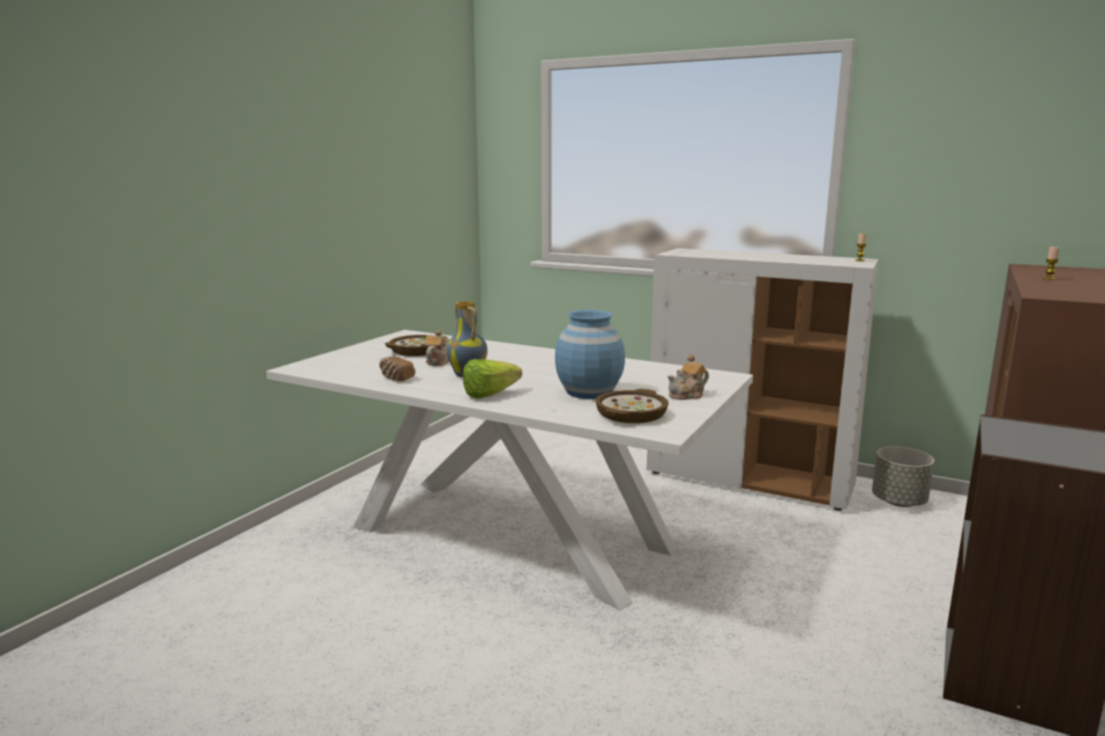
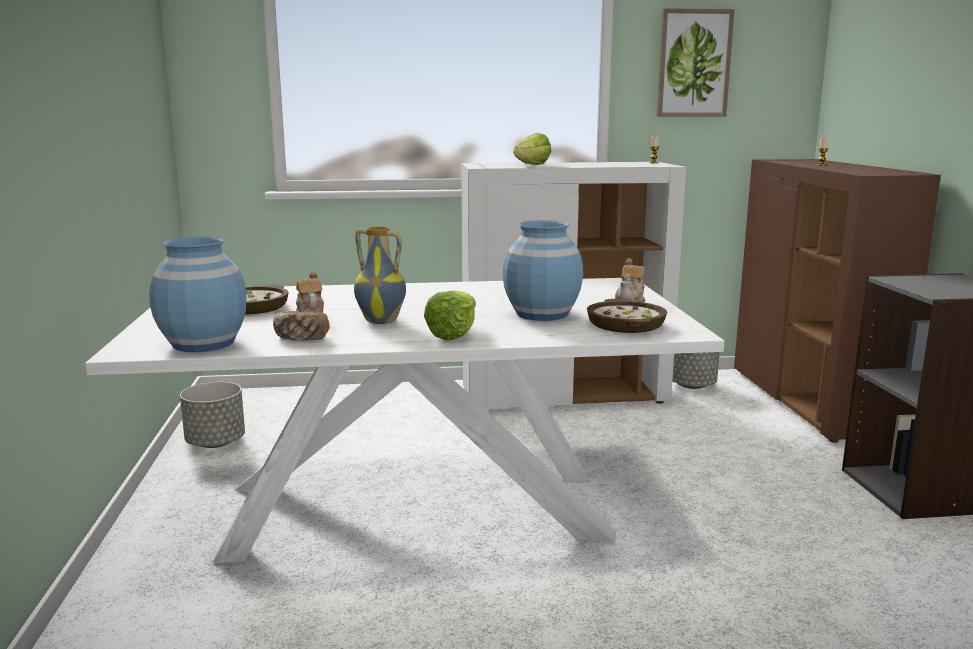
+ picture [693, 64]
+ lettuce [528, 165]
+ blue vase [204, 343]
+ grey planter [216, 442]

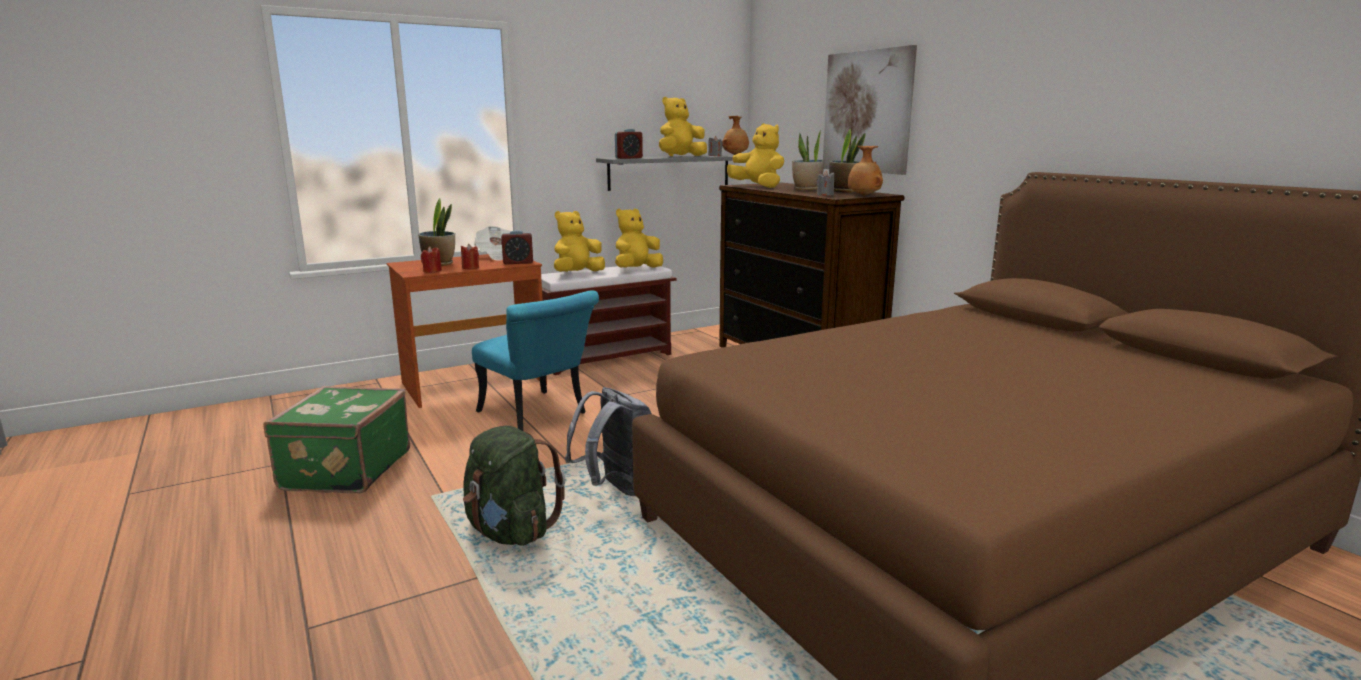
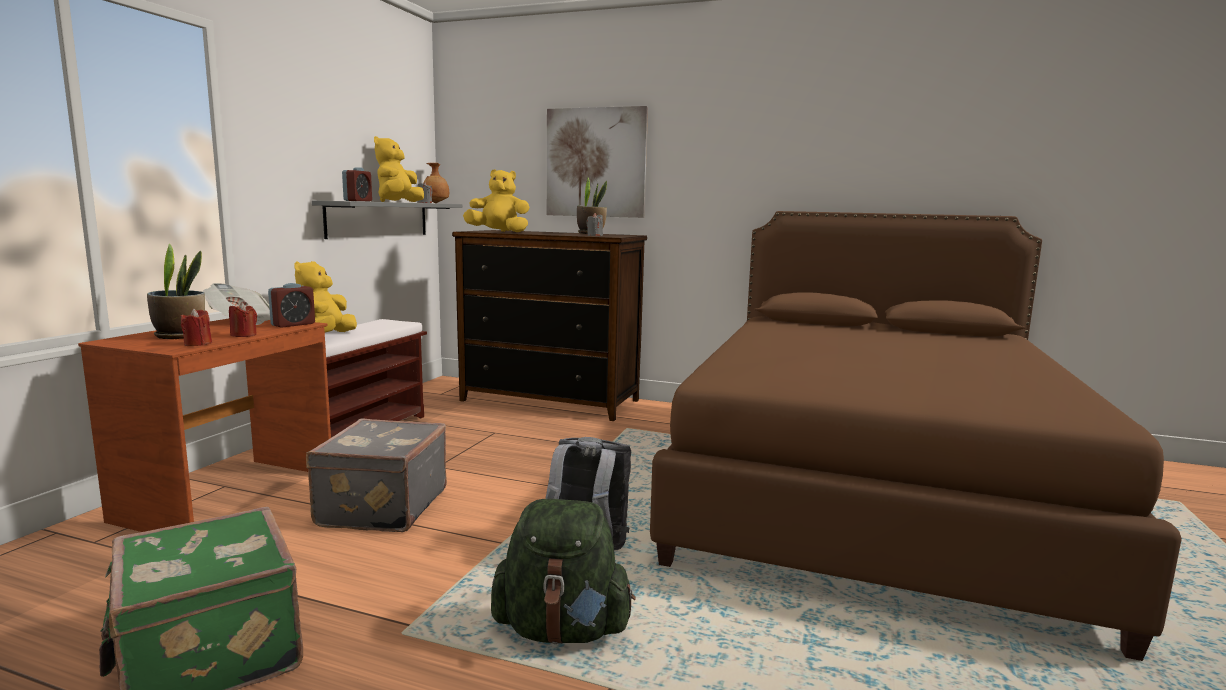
- potted plant [807, 189]
- brown vase [863, 195]
- yellow plush toy [637, 269]
~ turquoise chair [538, 415] to grey suitcase [380, 507]

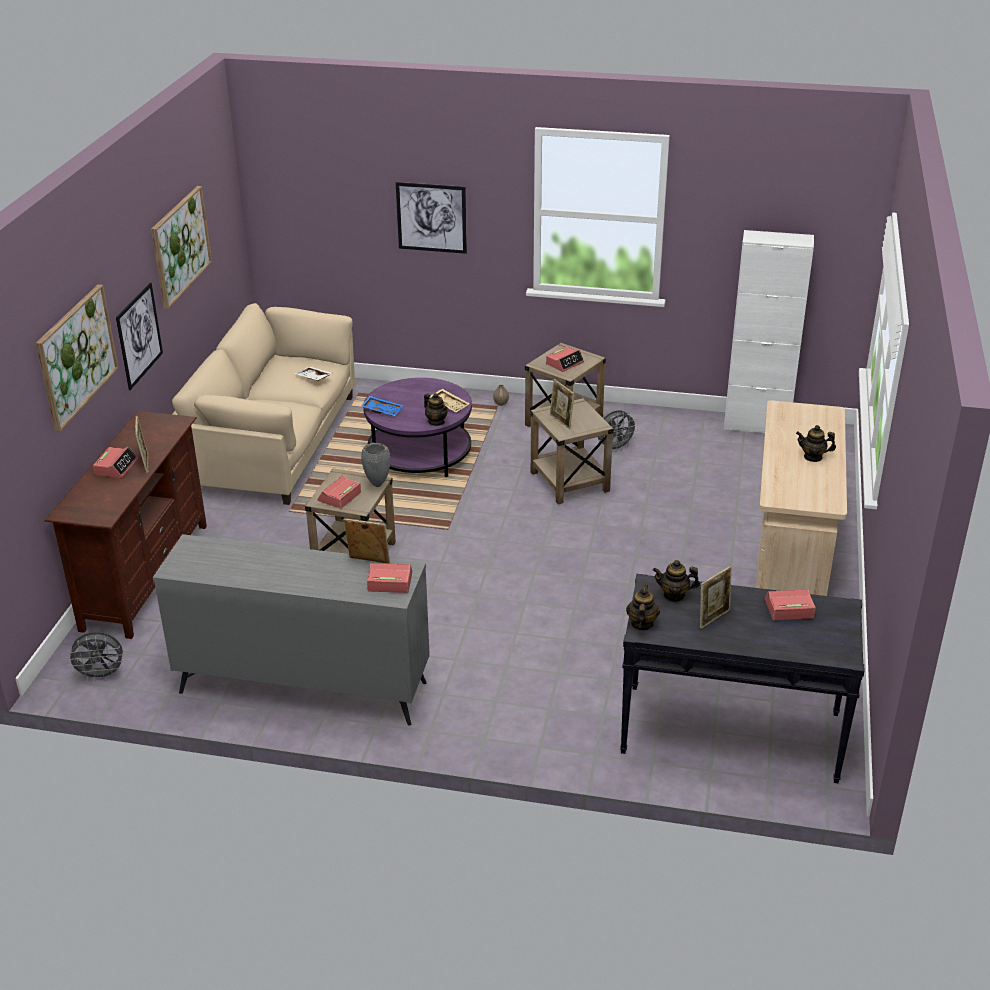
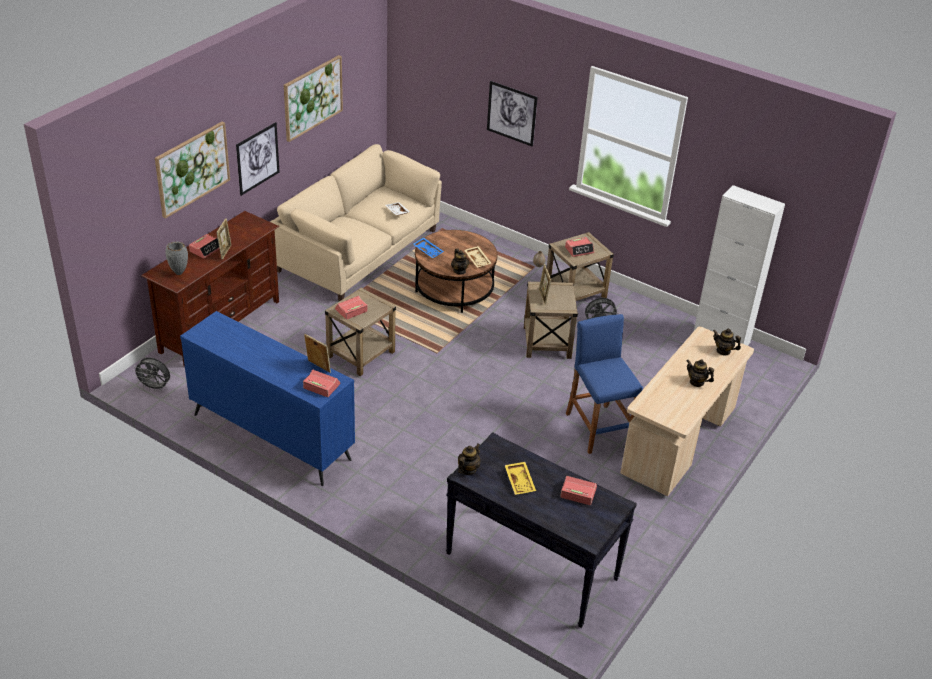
~ purple coffee table [419, 454] to brown coffee table [454, 289]
~ grey vase [378, 484] to [179, 273]
~ grey dresser [302, 686] to blue dresser [271, 436]
~ teapot [674, 595] to [723, 351]
~ picture frame [713, 618] to yellow tray [520, 481]
+ blue stool [598, 428]

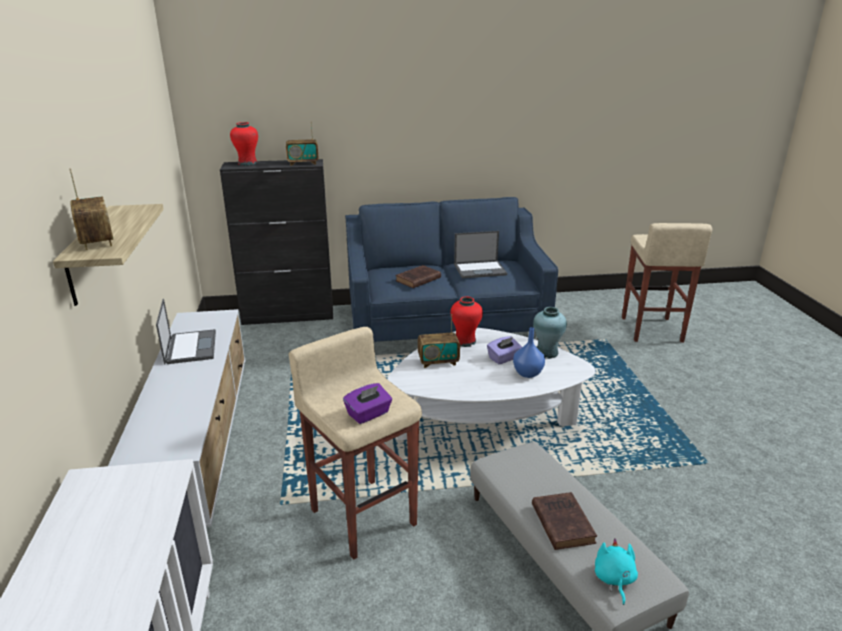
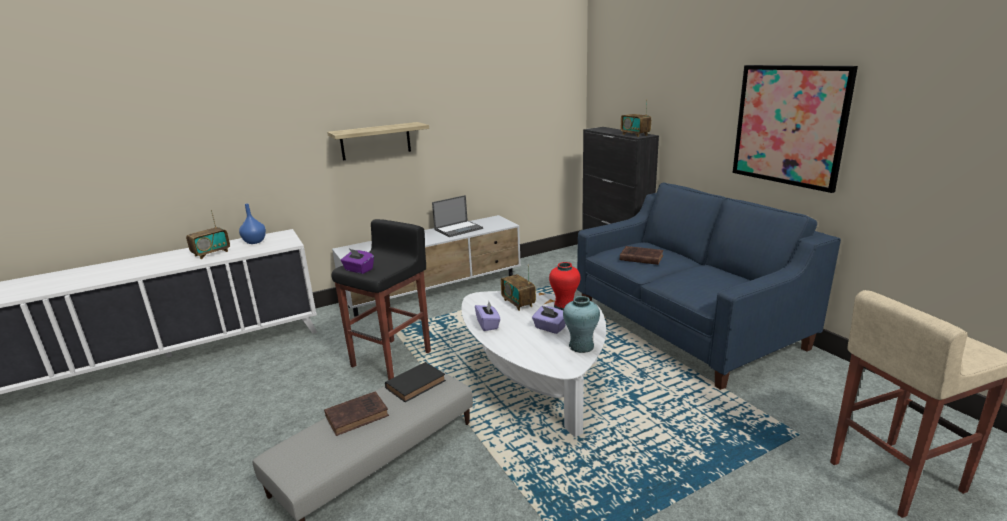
- red vase [247, 163]
~ radio [96, 241] to [211, 253]
- laptop [480, 269]
~ beige stool [363, 515] to black stool [393, 358]
~ blue vase [528, 373] to [254, 242]
- turquoise plush toy [614, 579]
+ picture [789, 125]
+ purple tissue box [488, 324]
+ black book [417, 384]

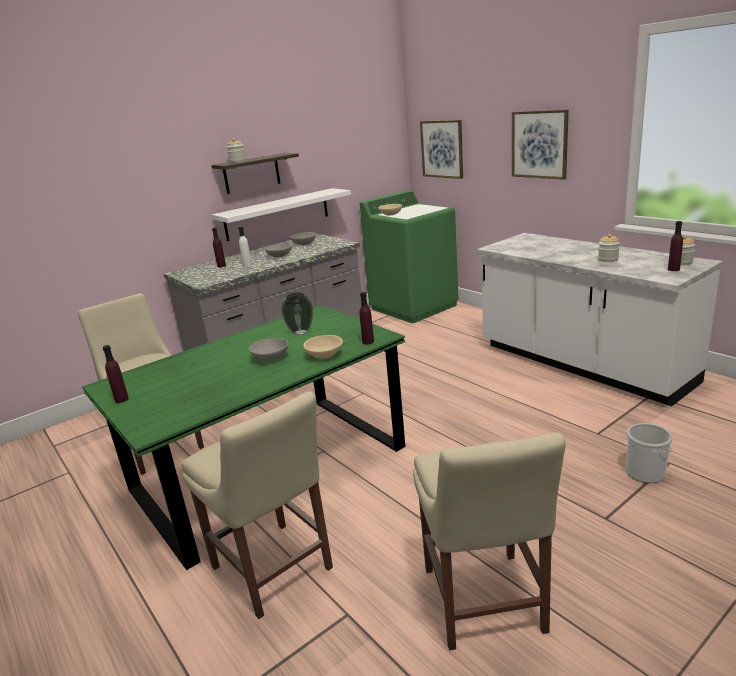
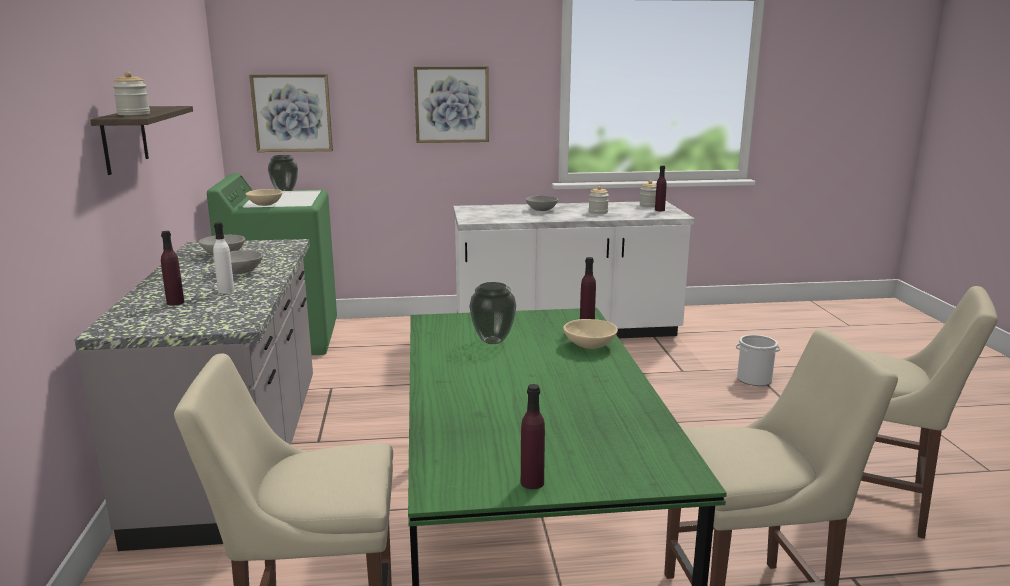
- white shelf [277, 214]
~ grey bowl [270, 358] to [542, 210]
+ vase [285, 192]

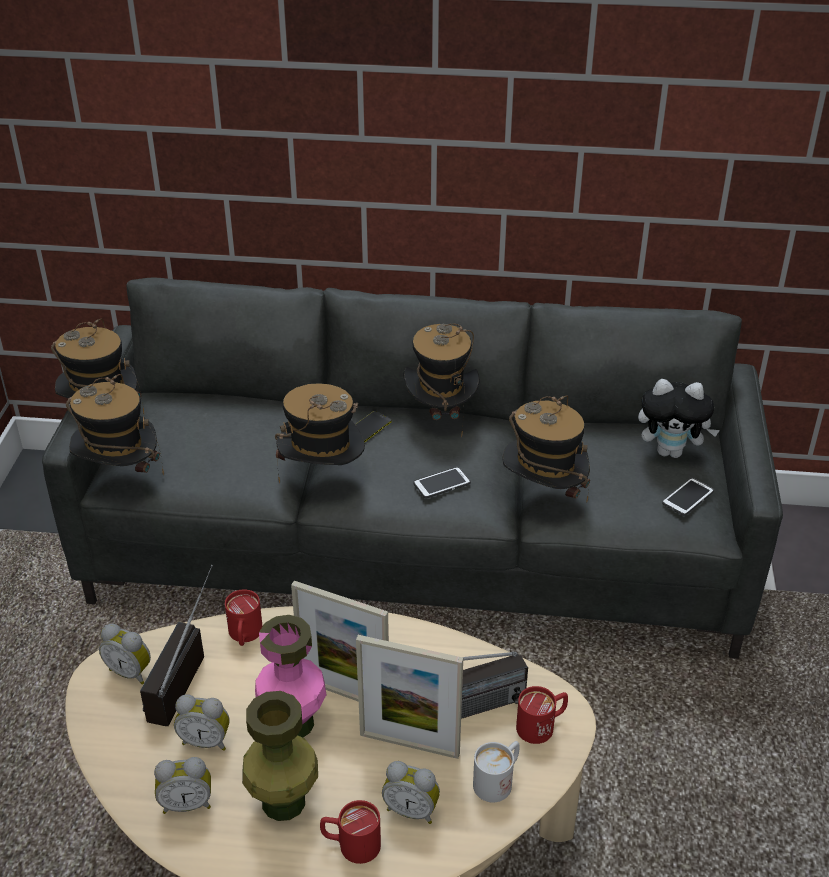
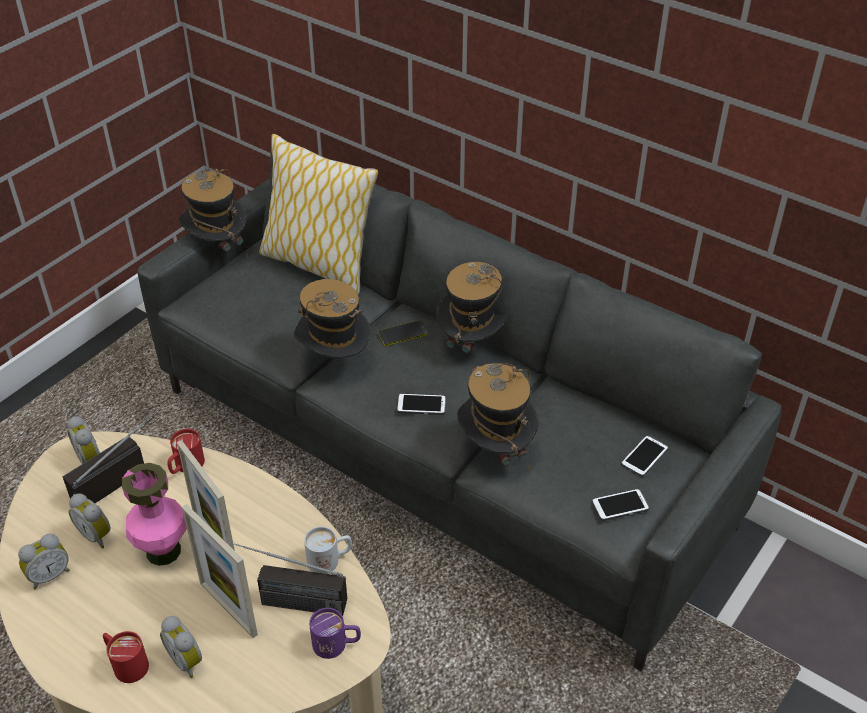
- hat [120, 476]
~ plush toy [671, 451] to phone [644, 456]
~ red mug [542, 725] to purple mug [337, 644]
- green vase [284, 801]
~ white mug [498, 780] to [330, 560]
~ alarm clock [187, 803] = [49, 575] 60 degrees counterclockwise
+ pillow [318, 264]

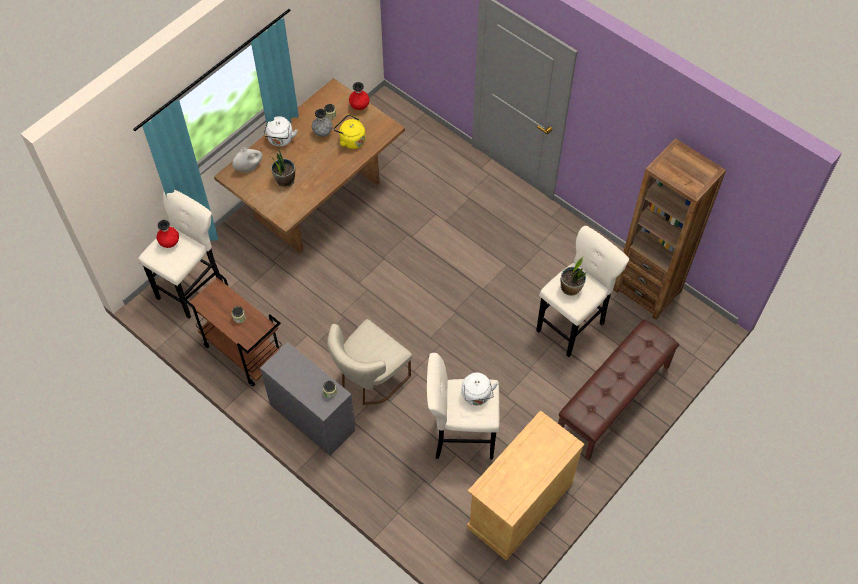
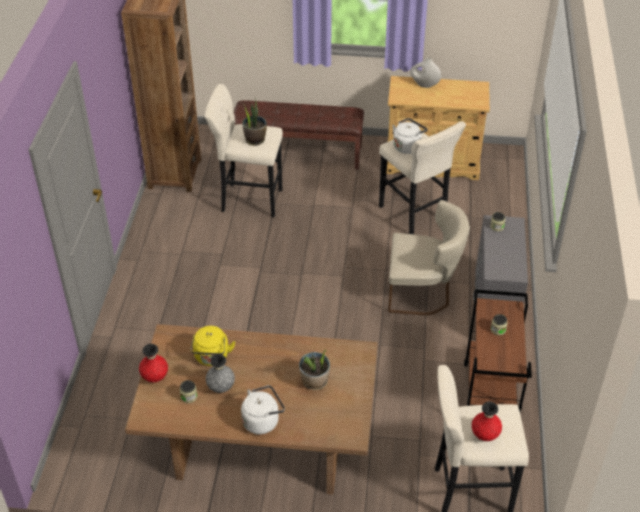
~ white vase [249, 168] to [424, 85]

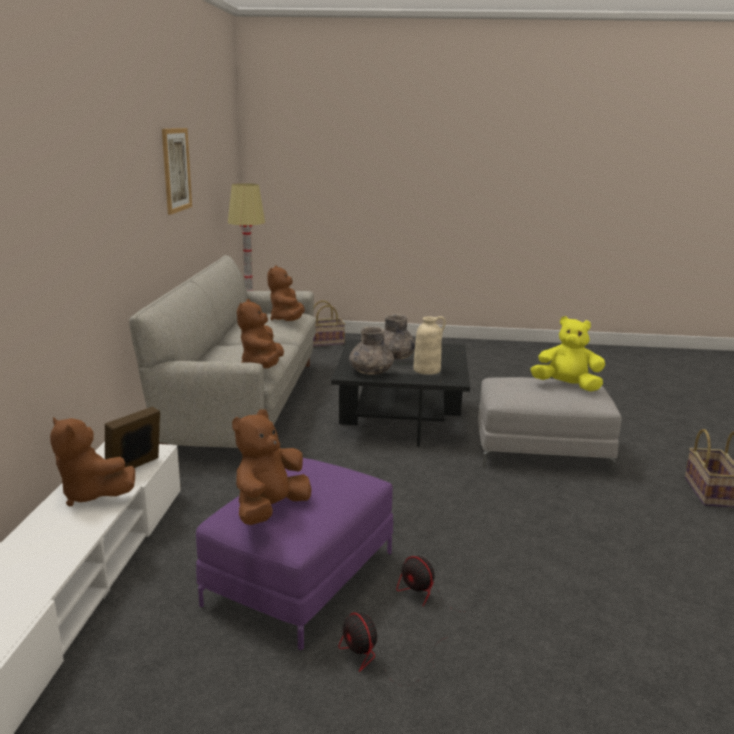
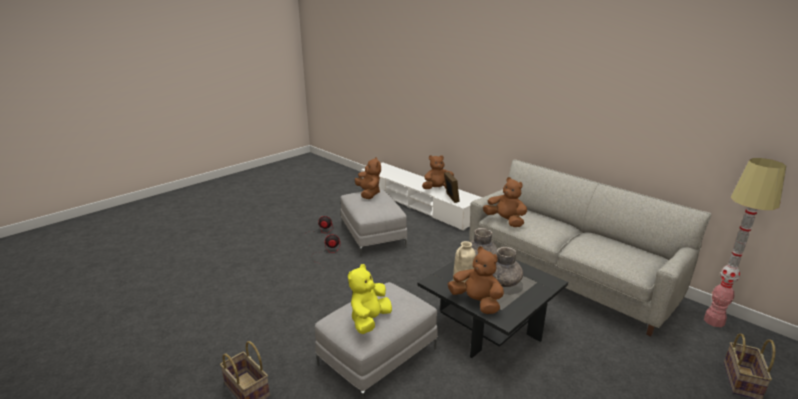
- picture [176, 170]
~ brown plush toy [287, 320] to [476, 302]
~ yellow plush toy [566, 386] = [369, 320] 150 degrees clockwise
~ purple ottoman [300, 577] to grey ottoman [373, 235]

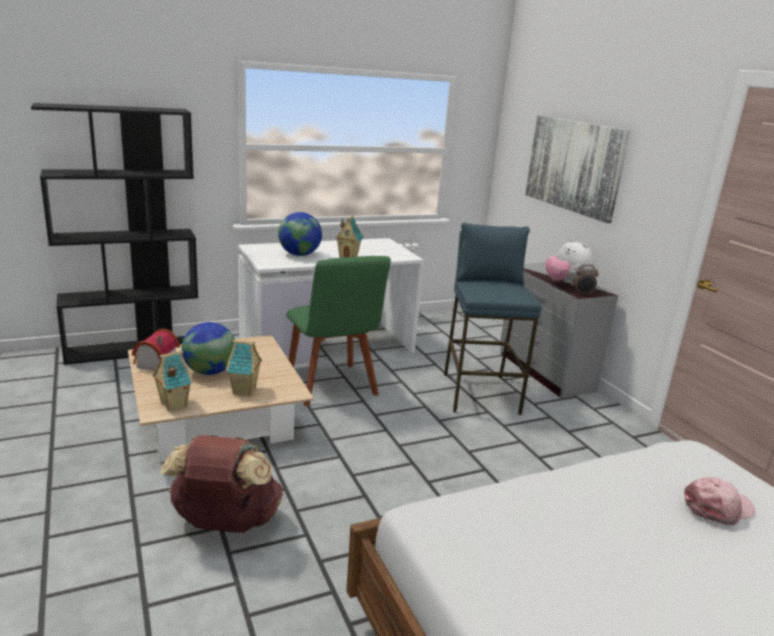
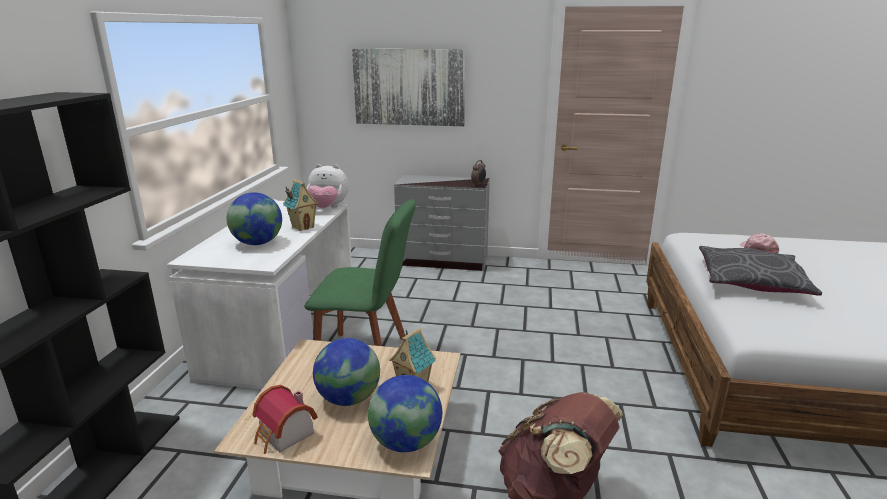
- blue stool [480, 393]
~ plush toy [565, 284] to [328, 208]
~ toy house [173, 405] to globe [406, 442]
+ grey pillow [751, 281]

